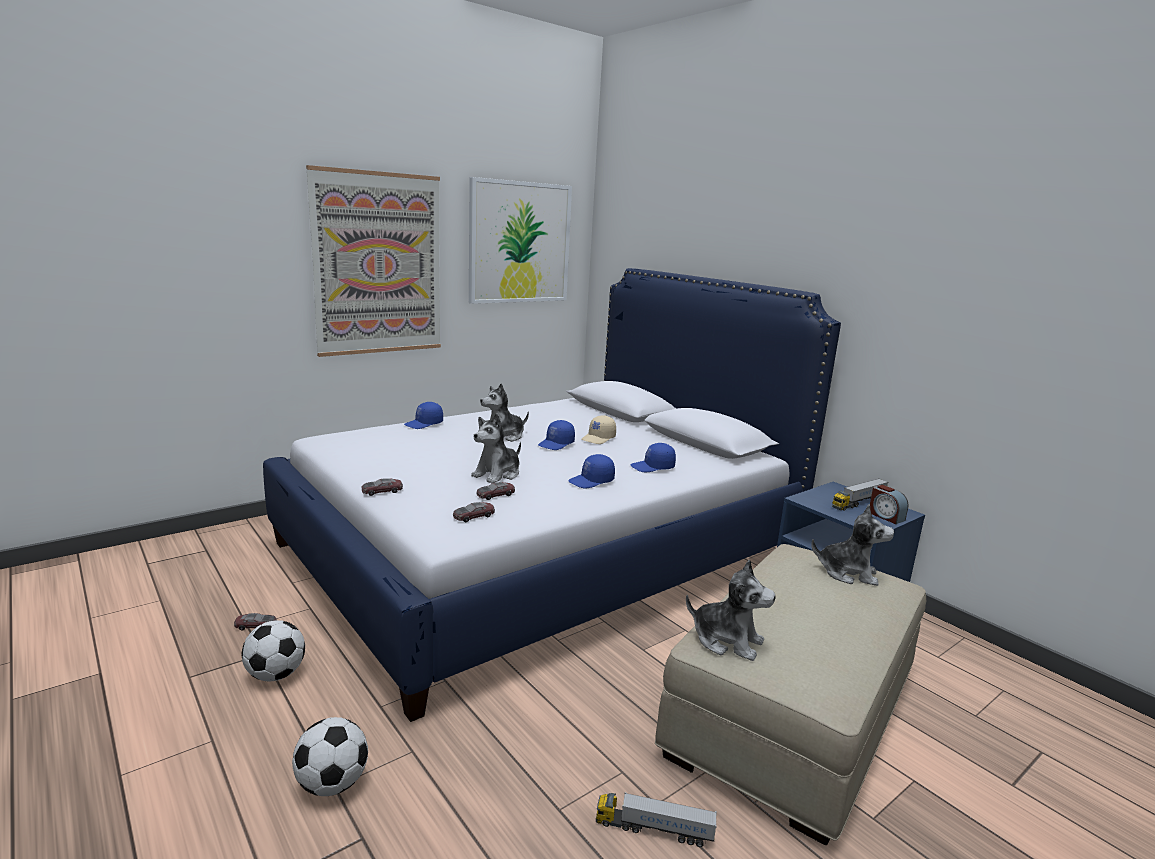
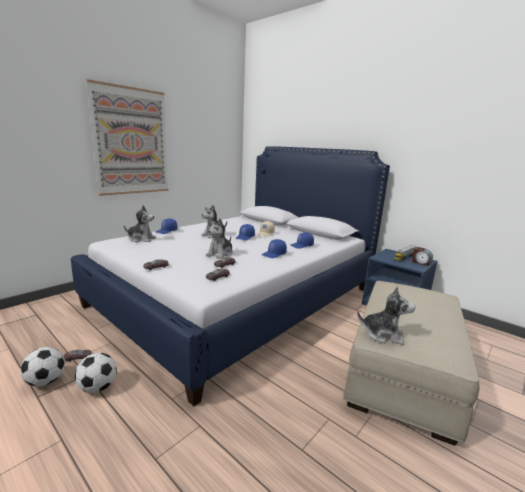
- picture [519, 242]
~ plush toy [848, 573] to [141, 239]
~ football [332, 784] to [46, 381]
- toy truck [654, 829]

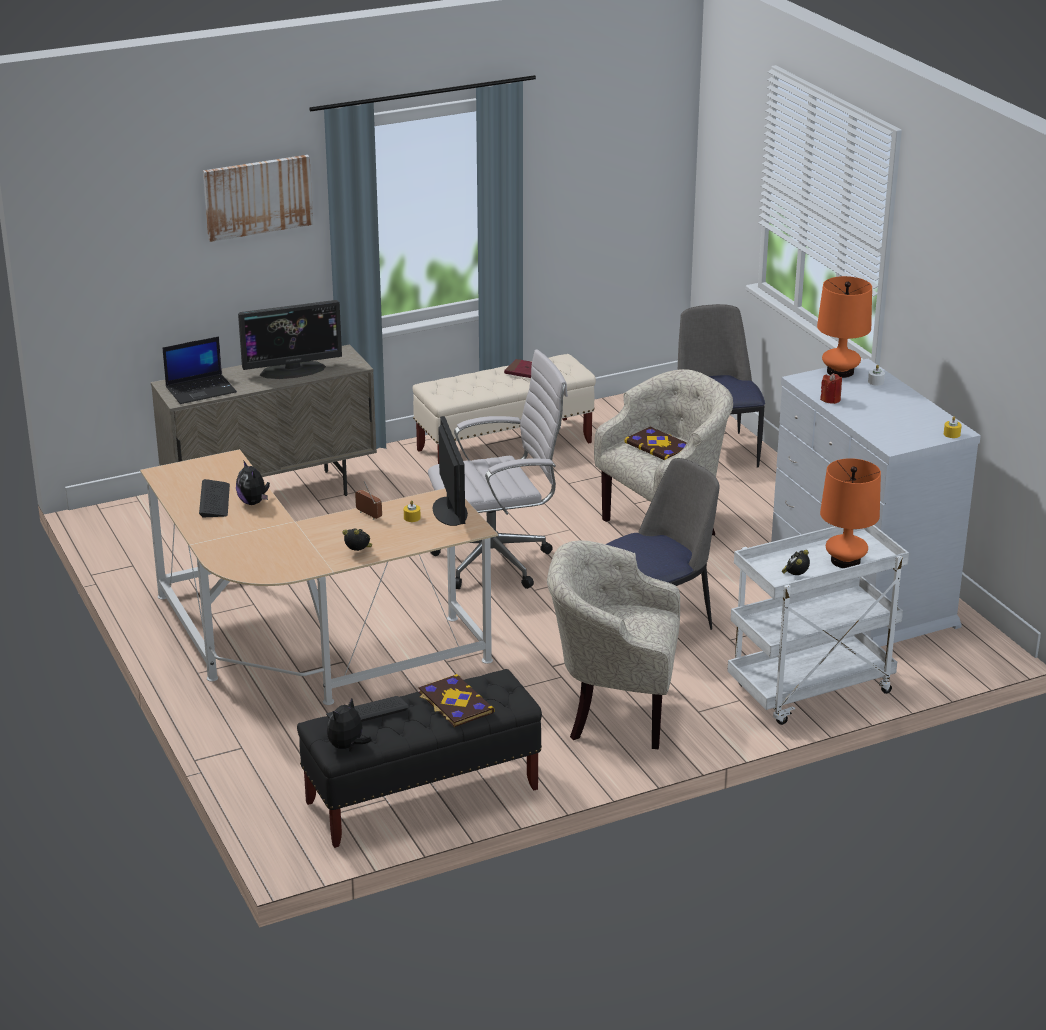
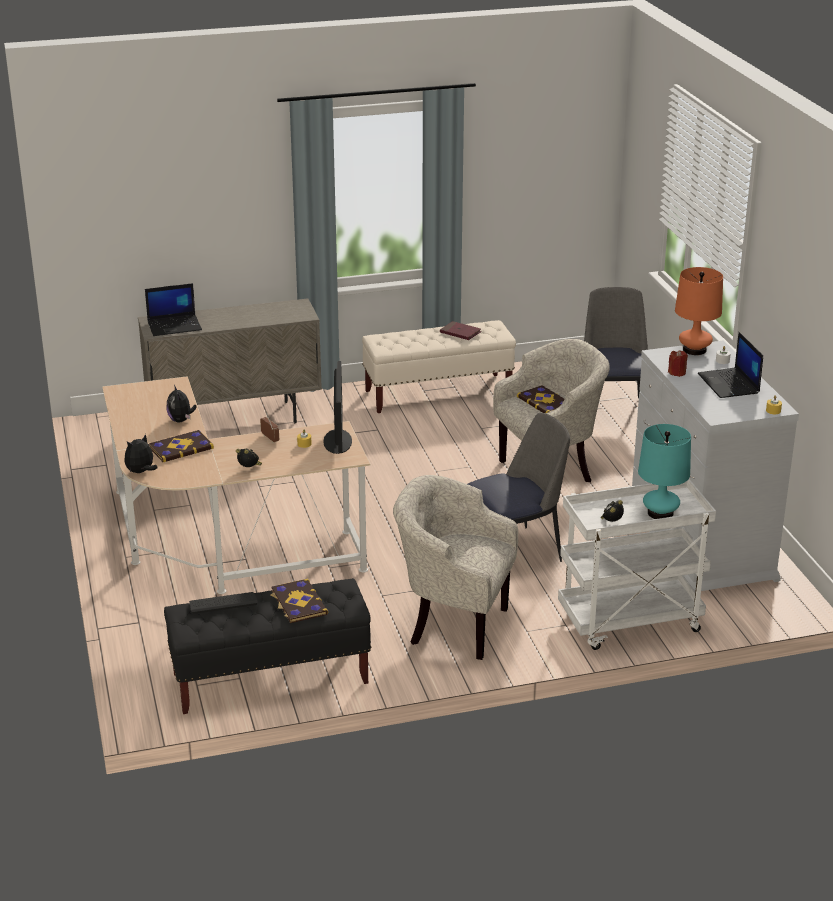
- picture [258, 197]
- monitor [292, 370]
- white office chair [498, 561]
~ orange table lamp [845, 561] to turquoise table lamp [660, 513]
- keyboard [214, 500]
~ plush toy [347, 746] to [141, 472]
+ laptop [729, 384]
+ book [181, 448]

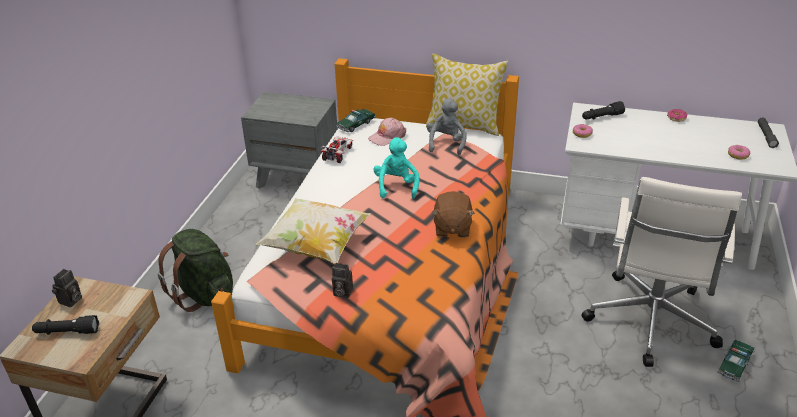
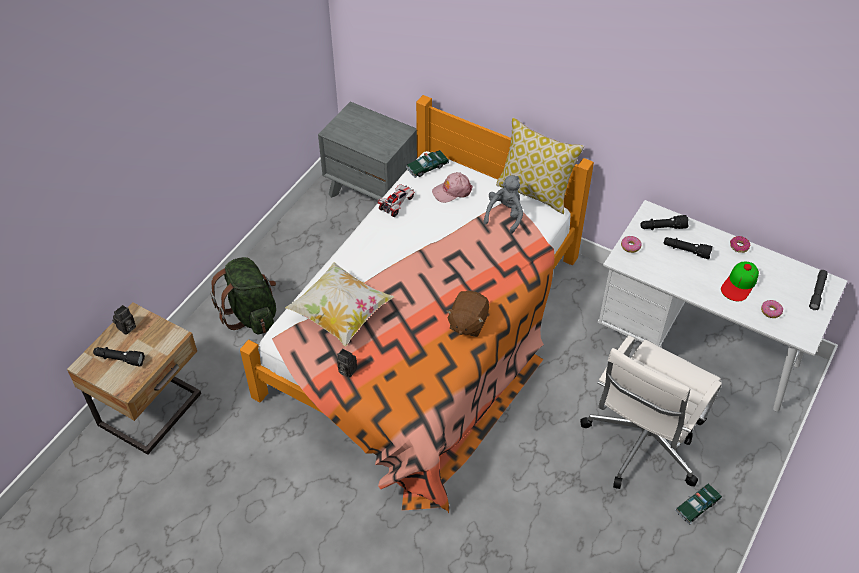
- turquoise plush toy [396, 186]
+ black flashlight [686, 251]
+ cap [739, 284]

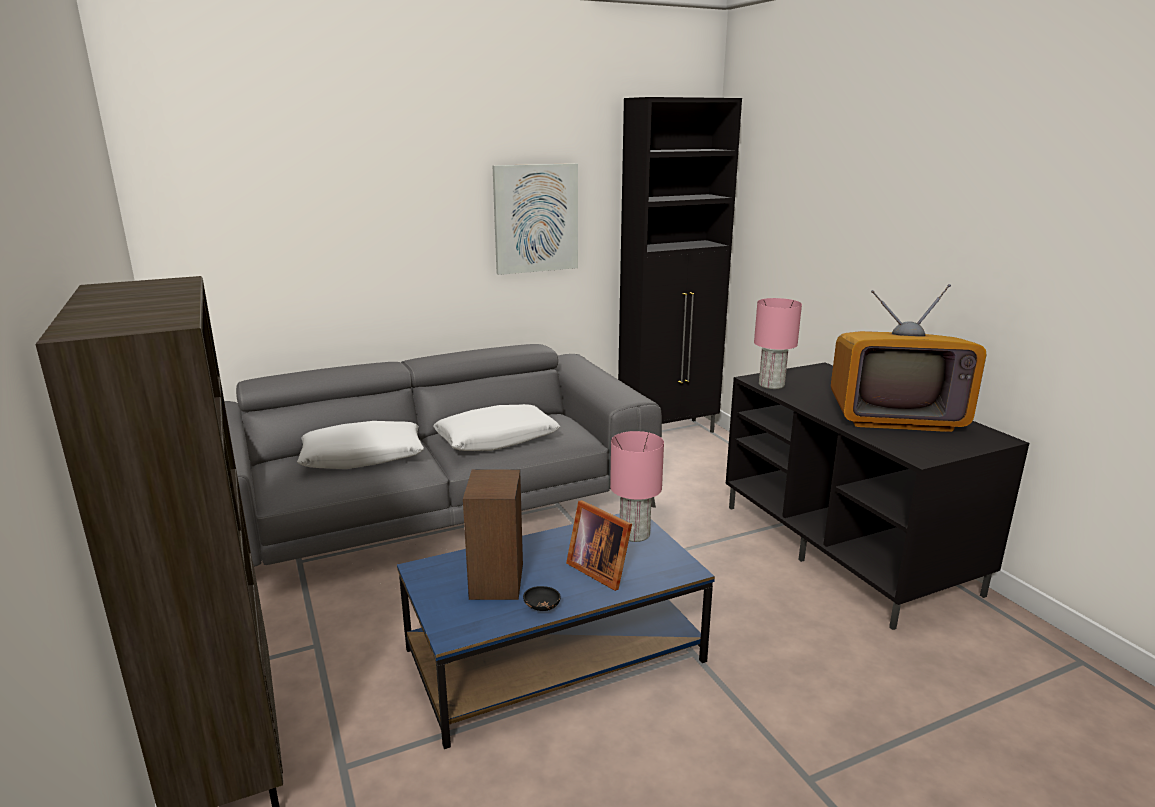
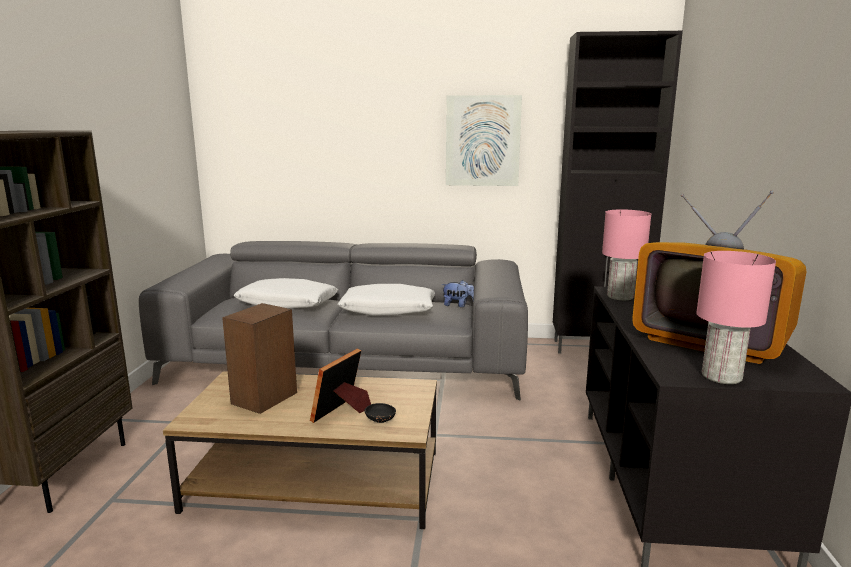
~ pink table lamp [634, 533] to [721, 376]
~ picture frame [599, 569] = [343, 411] 45 degrees clockwise
~ blue coffee table [556, 654] to brown coffee table [318, 480]
~ black bowl [542, 607] to [380, 420]
+ plush toy [458, 305]

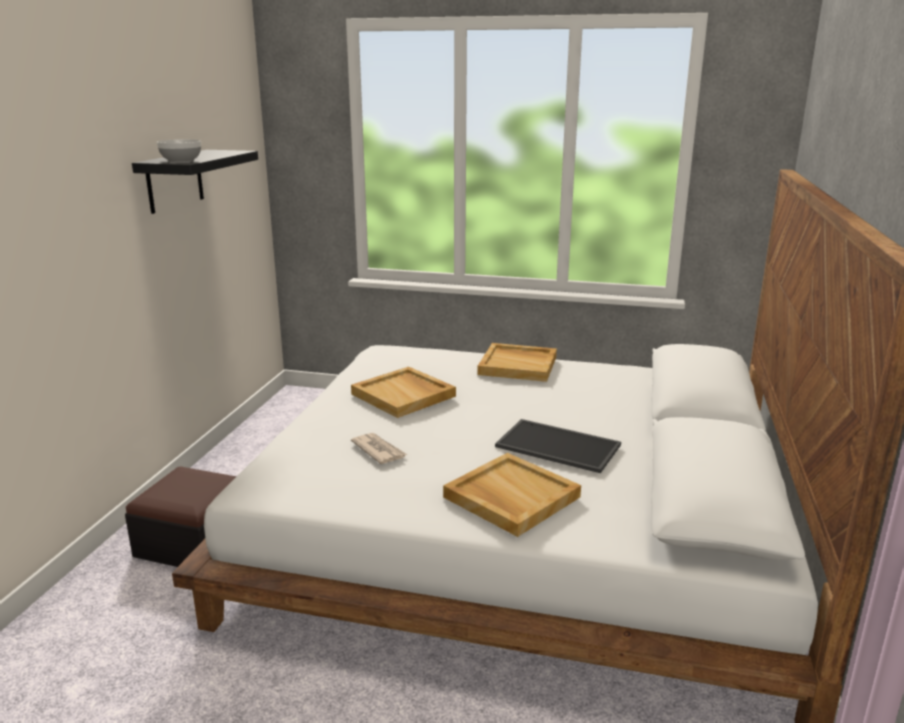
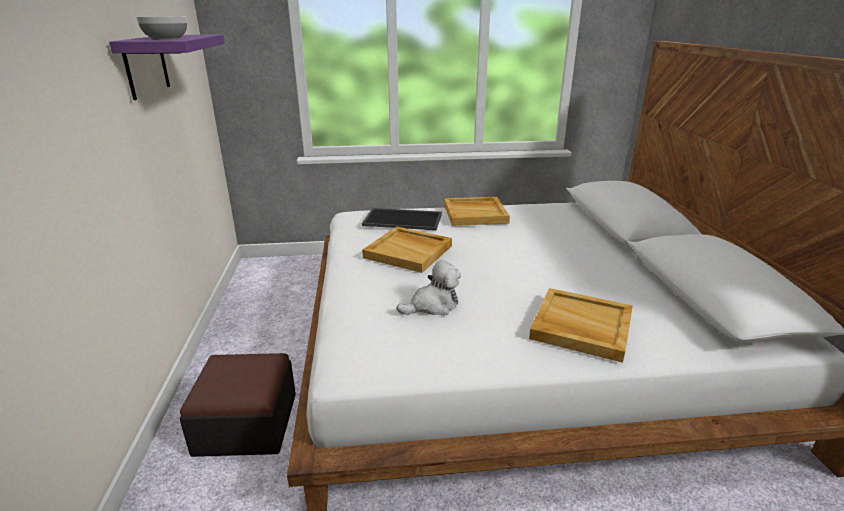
~ black shelf [175, 181] to purple shelf [146, 65]
~ tray [559, 445] to [404, 219]
~ newspaper [379, 450] to plush toy [433, 306]

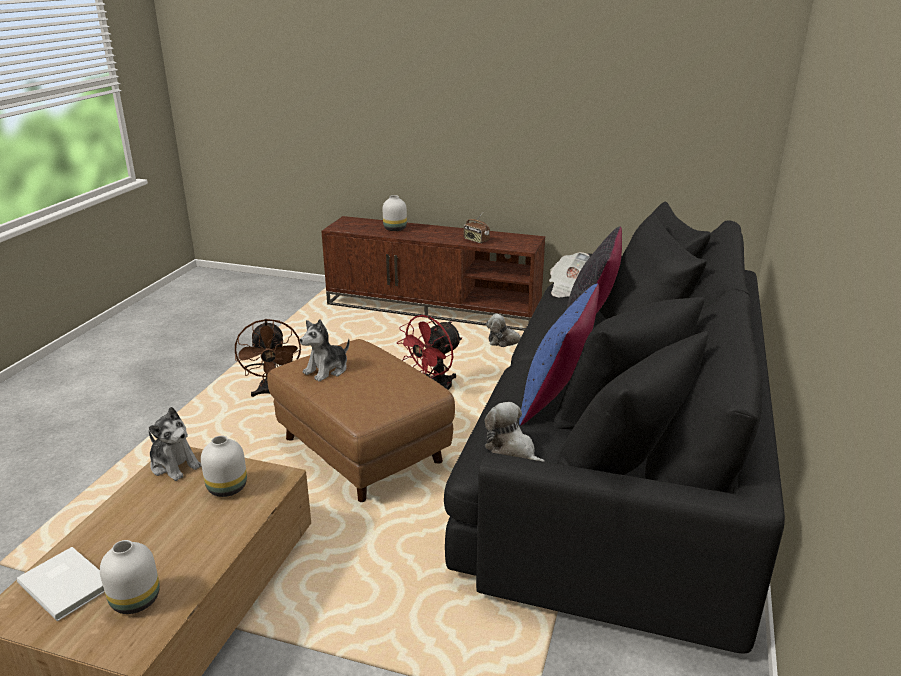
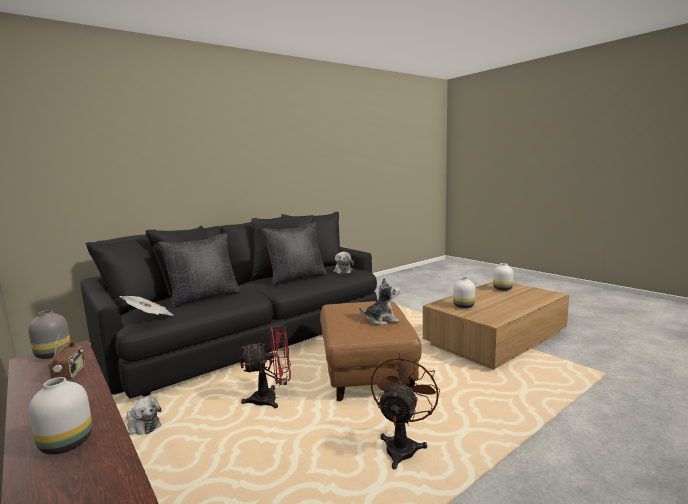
~ blue pillow [556, 399] to black pillow [297, 278]
- plush toy [174, 465]
- white book [67, 583]
+ grey vase [53, 355]

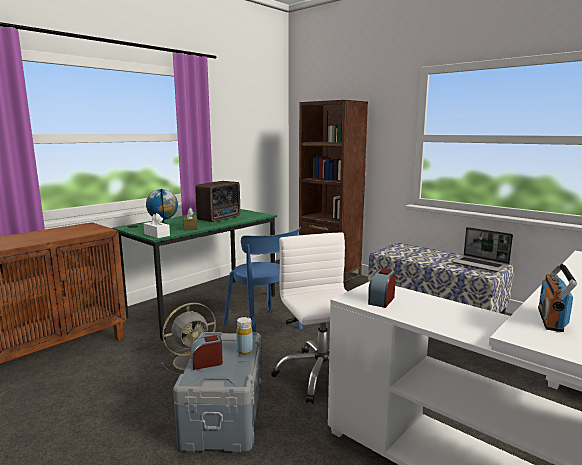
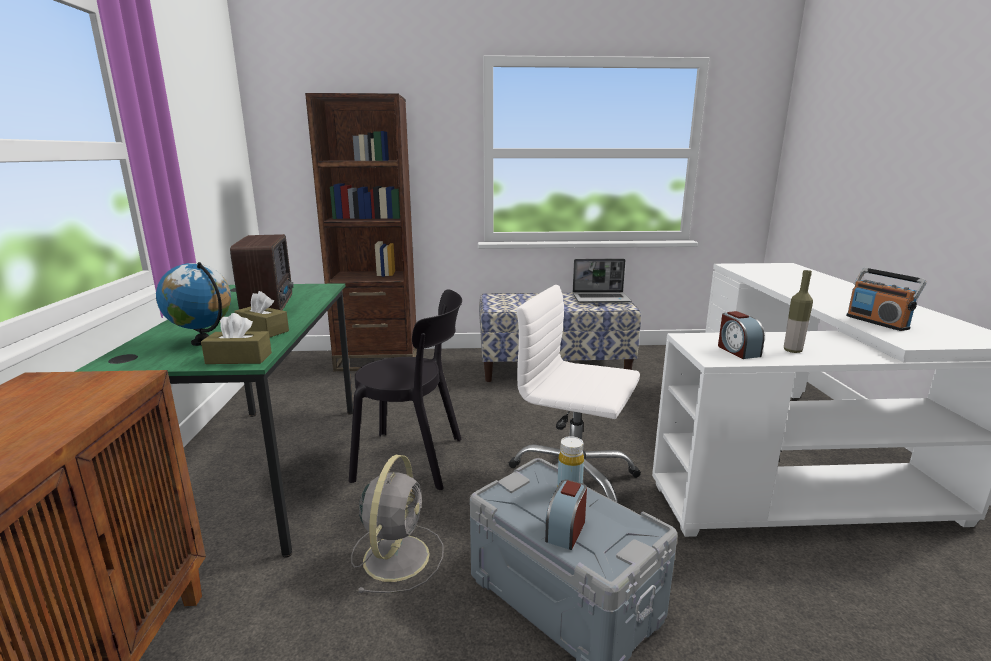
~ white tissue box [157, 235] to brown tissue box [239, 358]
~ blue chair [264, 328] to black chair [415, 459]
+ bottle [792, 351]

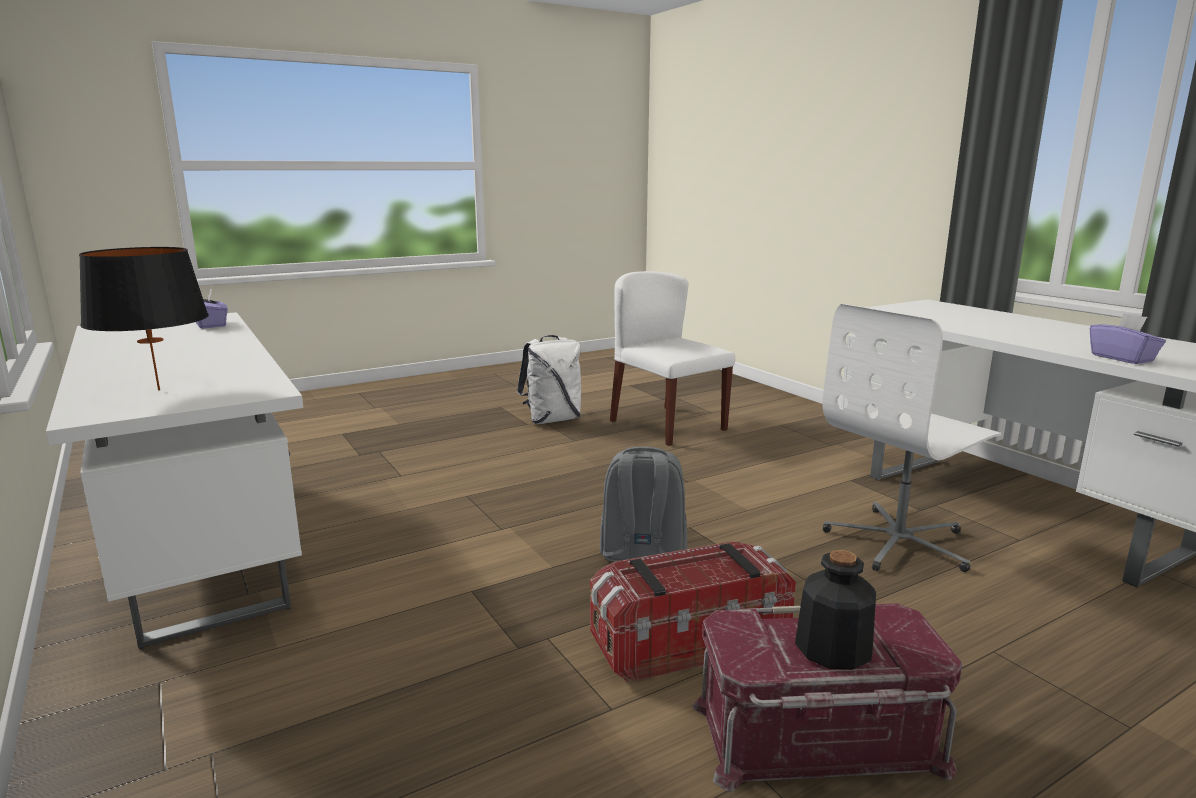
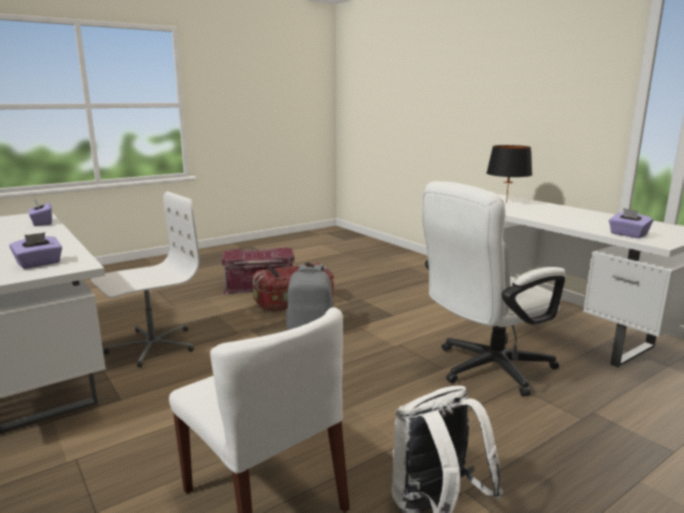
- bottle [833, 648]
+ white office chair [485, 369]
+ purple tissue box [39, 264]

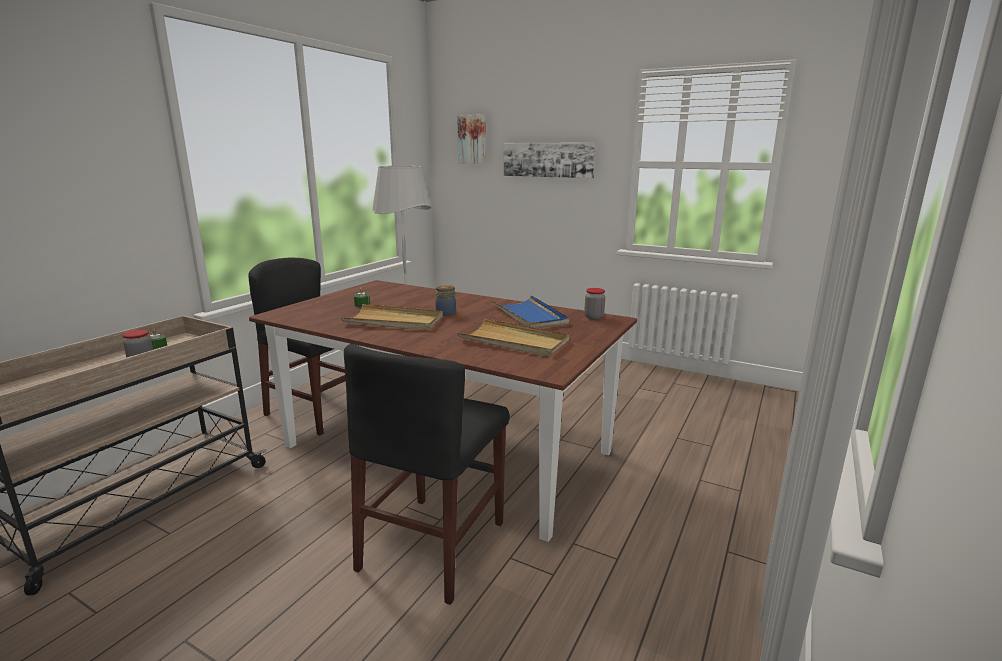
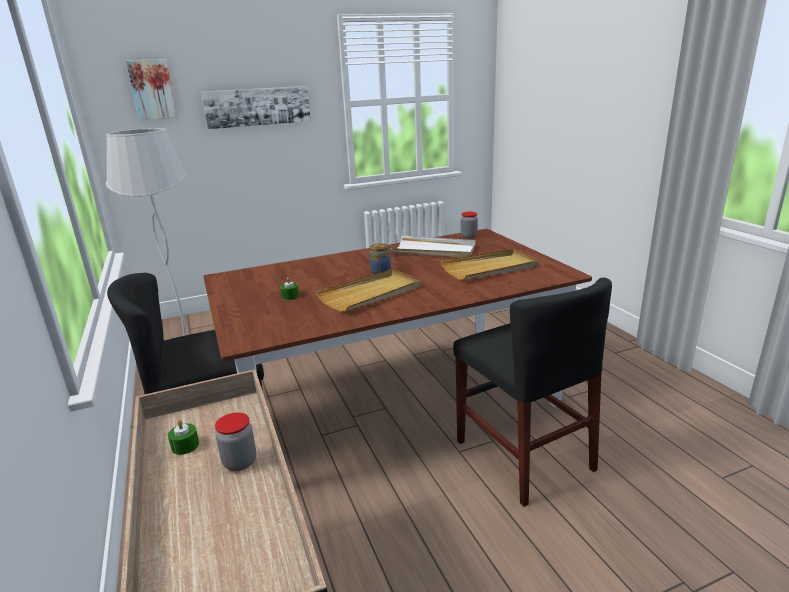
~ blue tray [529, 315] to white tray [434, 250]

